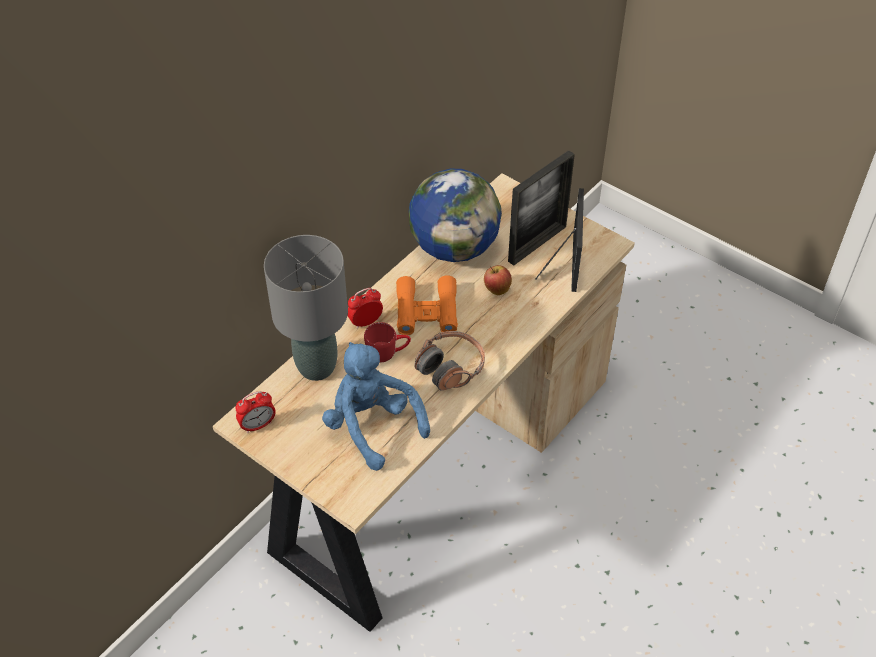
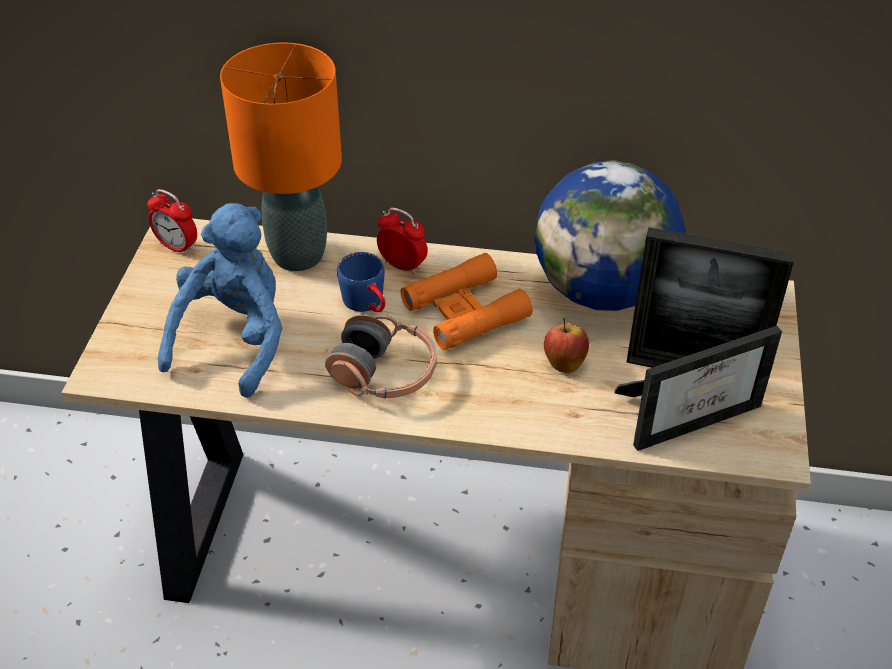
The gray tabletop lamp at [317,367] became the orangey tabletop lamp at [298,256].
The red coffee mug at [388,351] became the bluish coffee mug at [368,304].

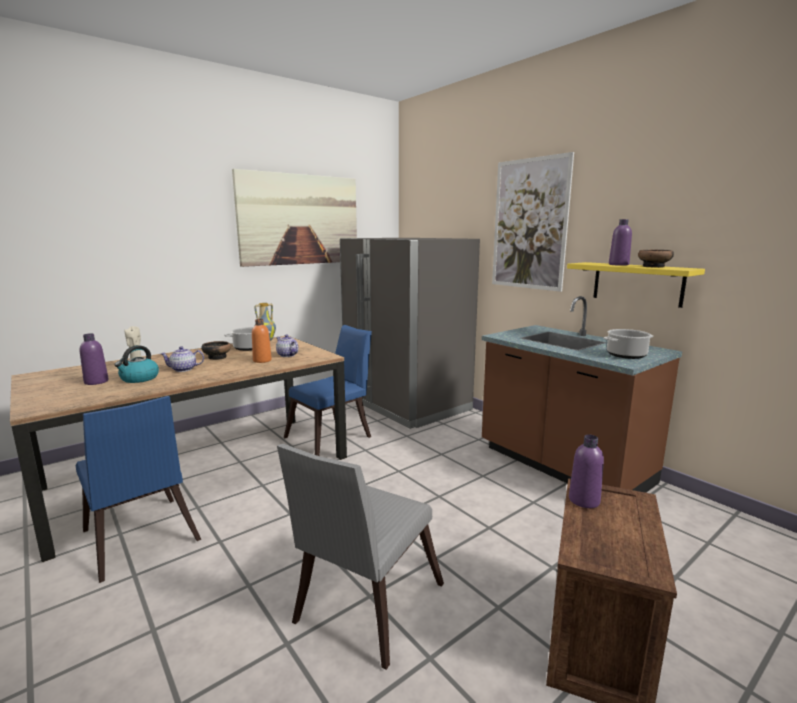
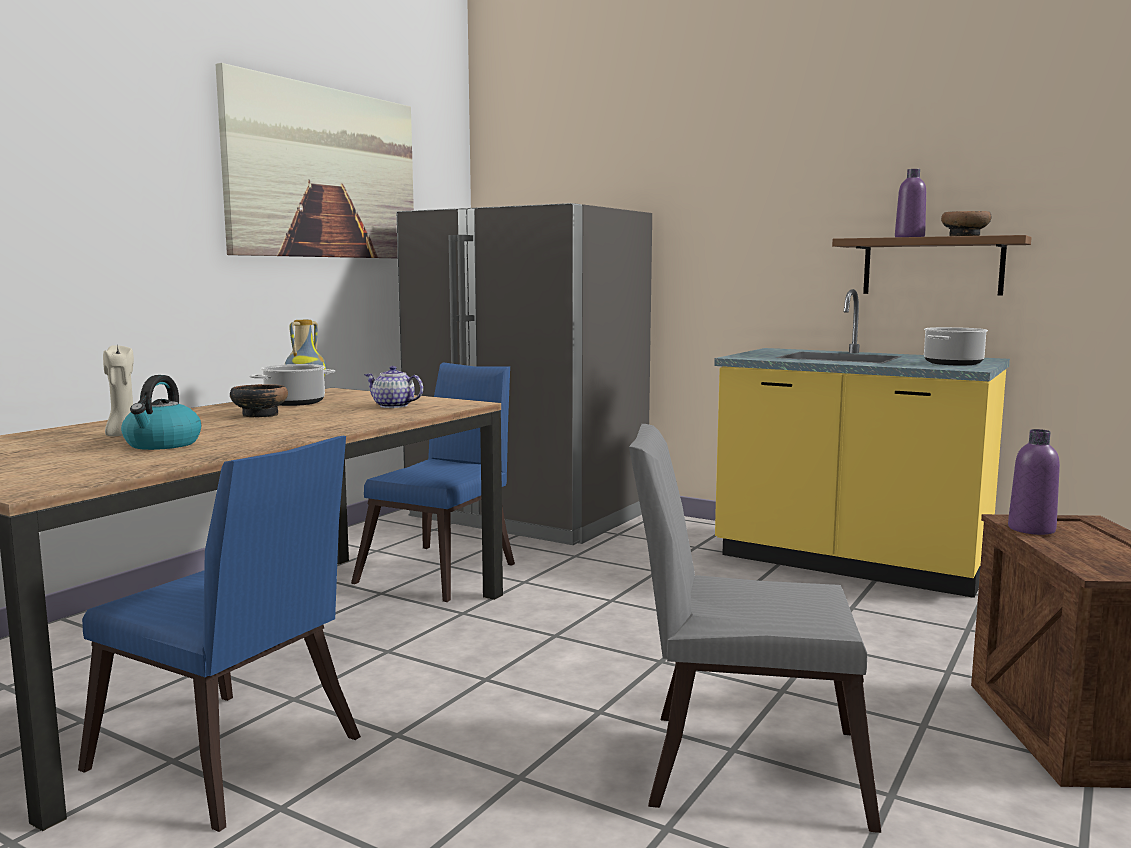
The purplish bottle at [96,382] disappeared.
The tea pot at [184,369] disappeared.
The orangey bottle at [262,360] disappeared.
The gray chair at [363,608] turned 90 degrees clockwise.
The brown counter at [563,466] became the yellow-coloured counter at [850,563].
The wall art at [529,224] disappeared.
The yellow-coloured wall shelf at [637,283] became the brown wall shelf at [932,266].

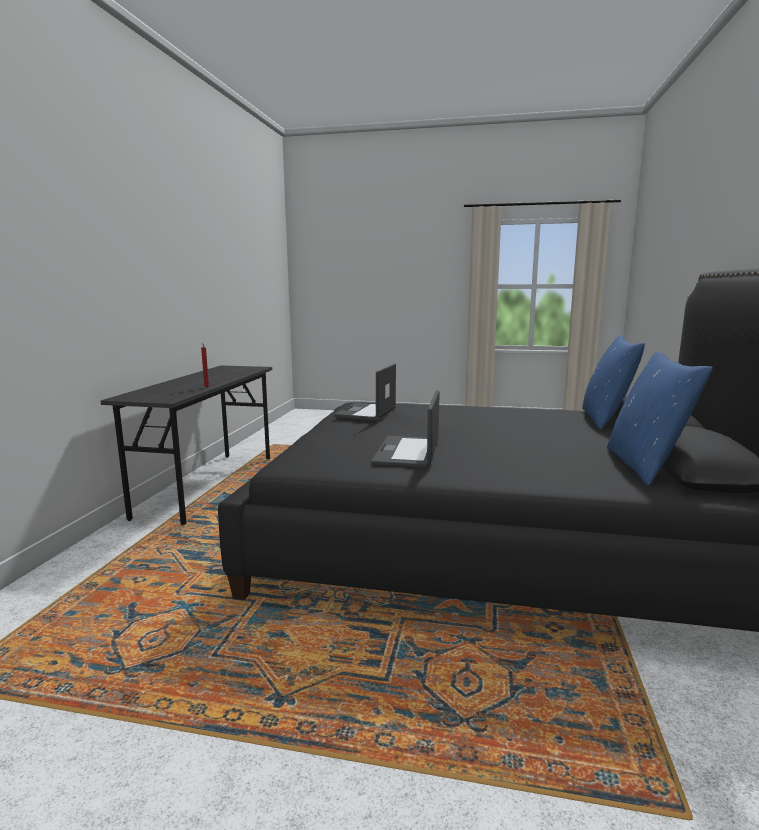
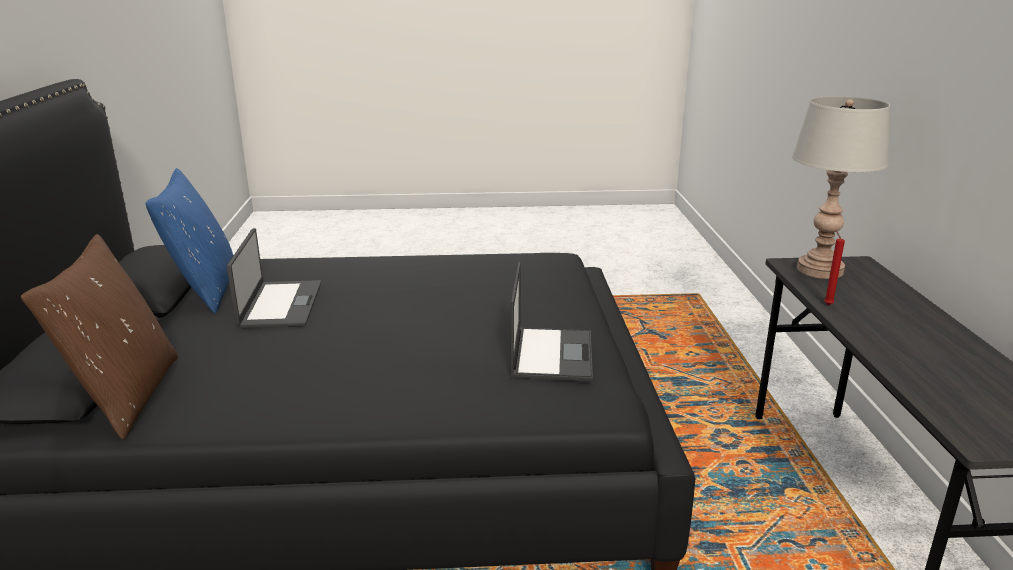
The portable computer moved from [408,452] to [279,305].
The bluish pillow at [606,419] became the brown pillow at [126,396].
The gray tabletop lamp at [819,270] appeared.

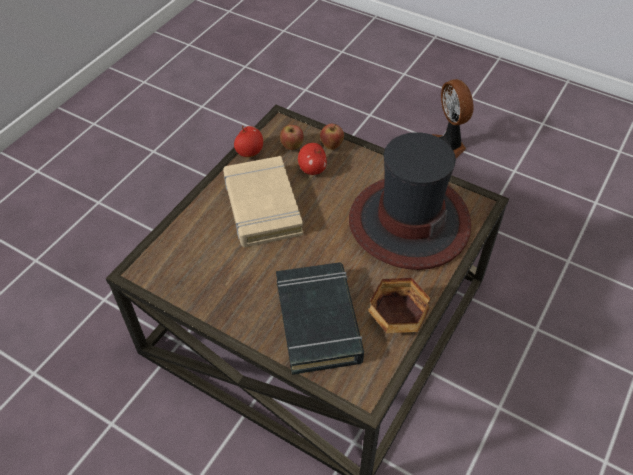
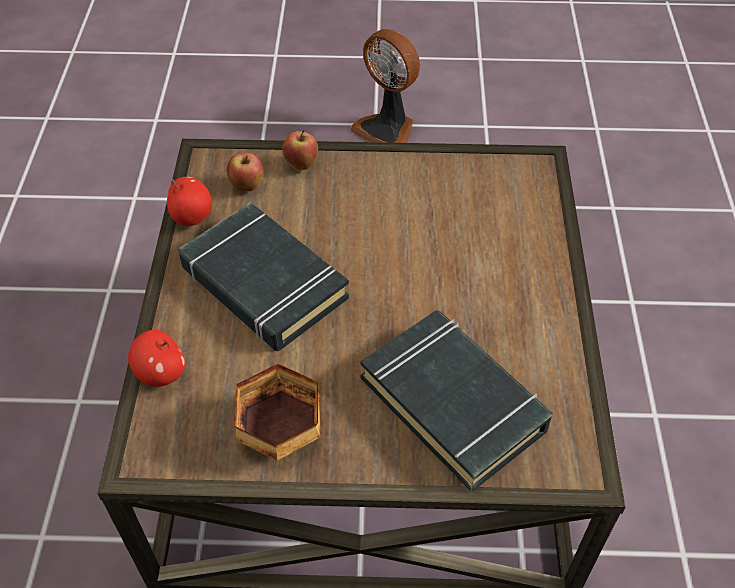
The sand-coloured book at [262,206] became the black-coloured book at [263,284].
The apple fruit moved from [312,169] to [161,373].
The clothing hat at [408,222] disappeared.
The deep dish moved from [397,321] to [282,434].

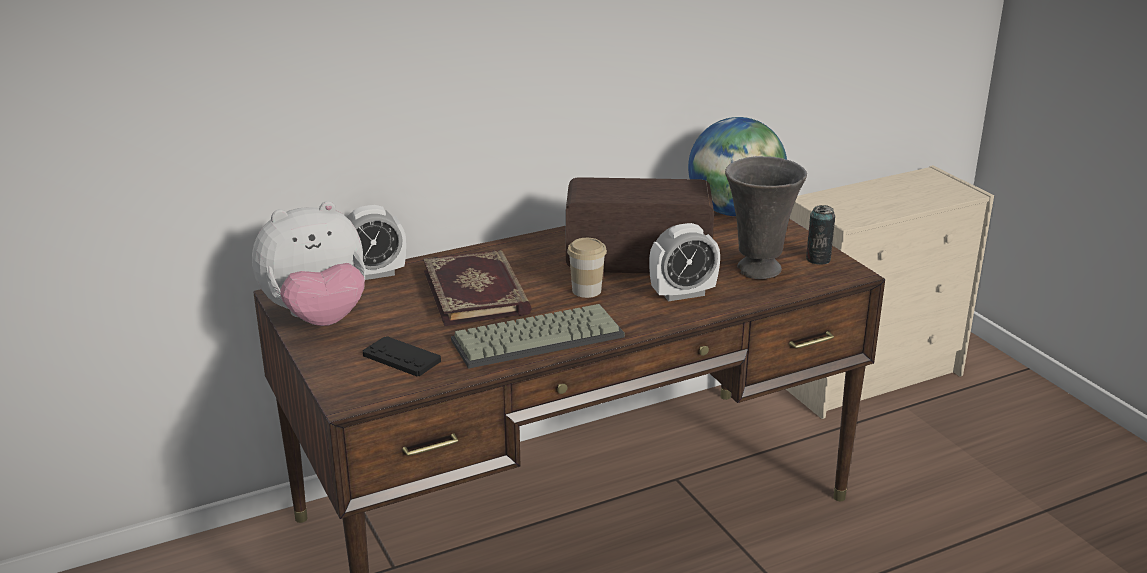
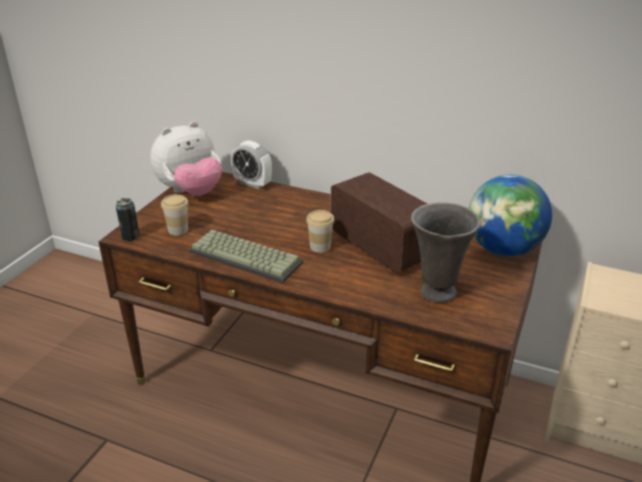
The soft toy at [318,318] turned 60 degrees counterclockwise.
The black-coloured gamepad at [401,358] was replaced by the drinking cup at [178,230].
The book at [478,292] disappeared.
The alarm clock at [682,294] disappeared.
The metal can moved from [818,259] to [130,236].

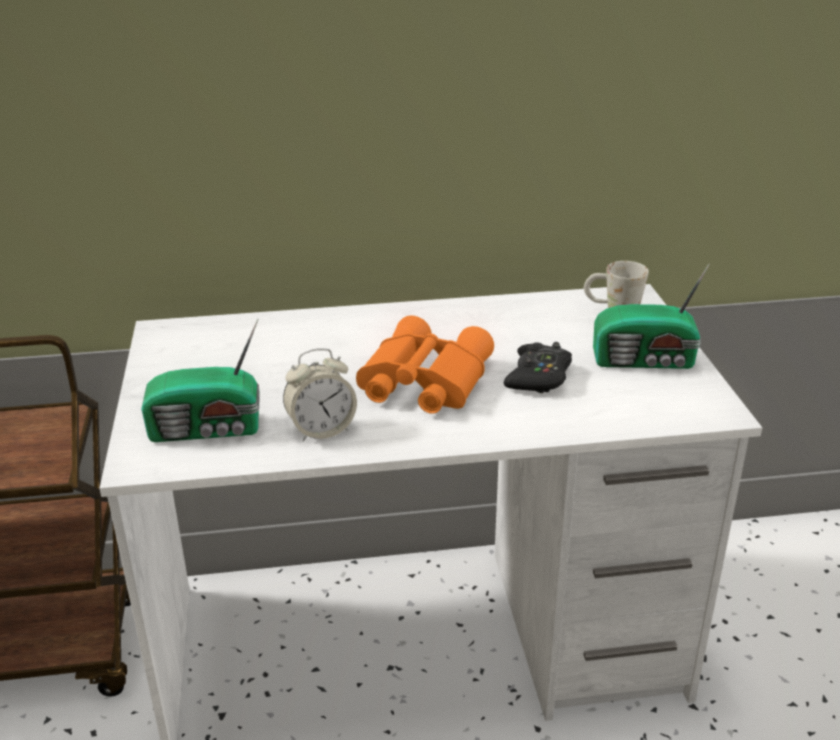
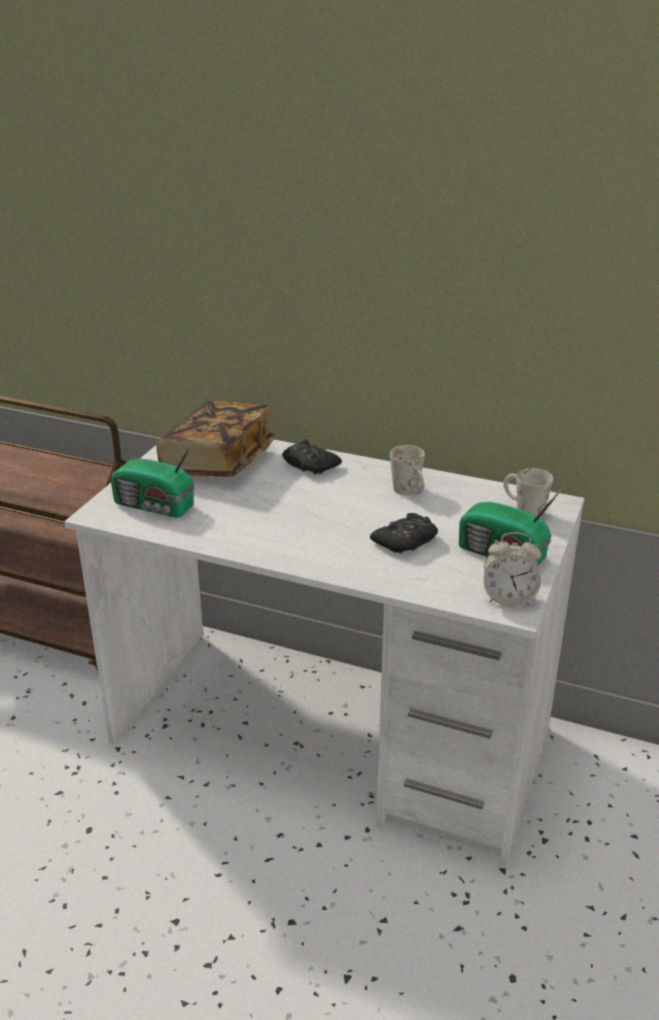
The alarm clock moved from [321,430] to [509,598].
The orangey pair of binoculars at [421,381] disappeared.
The book at [218,462] appeared.
The black-coloured gamepad at [309,464] appeared.
The white coffee mug at [410,493] appeared.

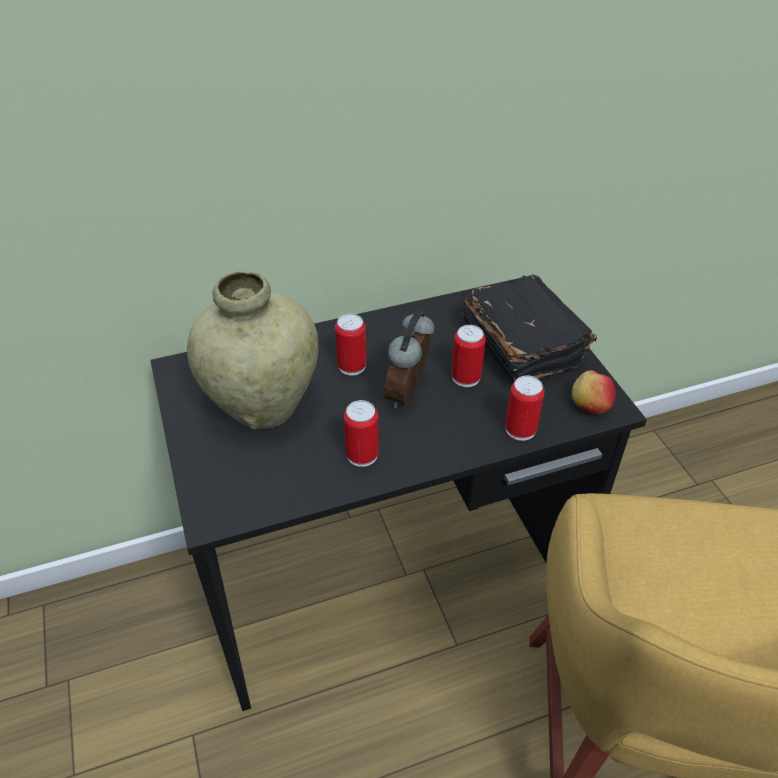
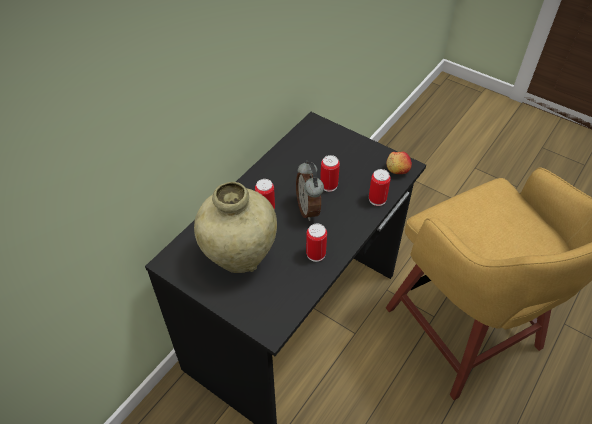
The black-coloured book at [522,344] disappeared.

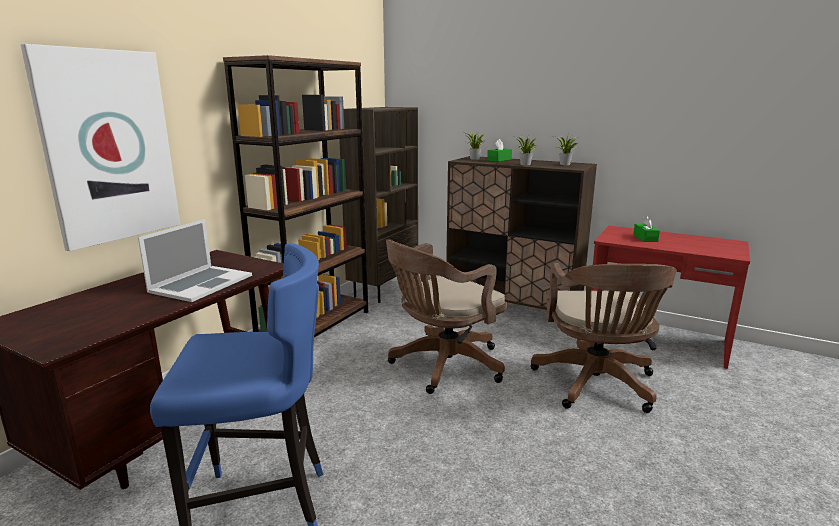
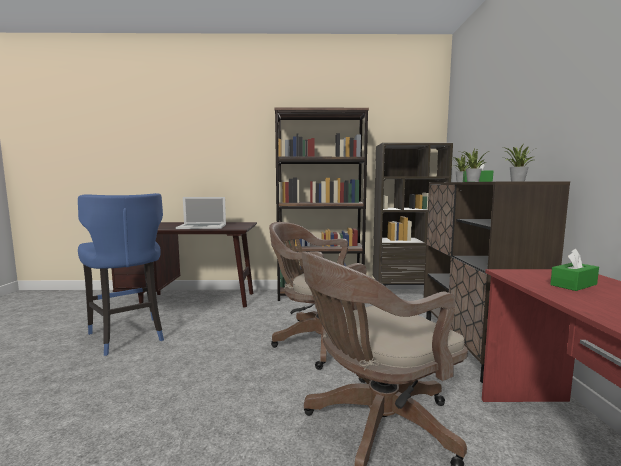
The wall art at [108,147] disappeared.

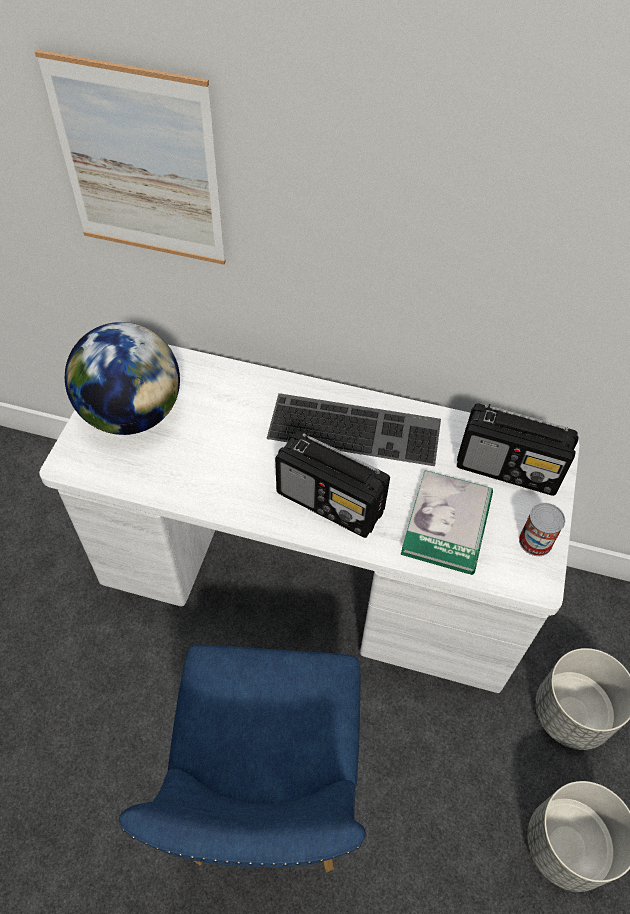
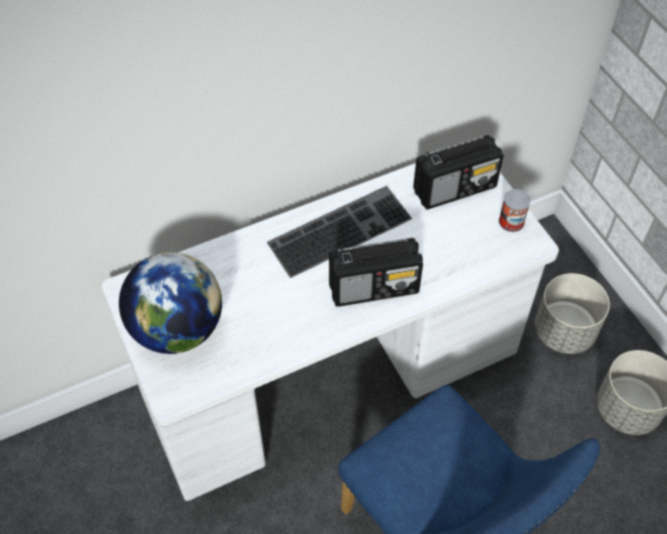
The wall art at [139,165] disappeared.
The book at [447,524] disappeared.

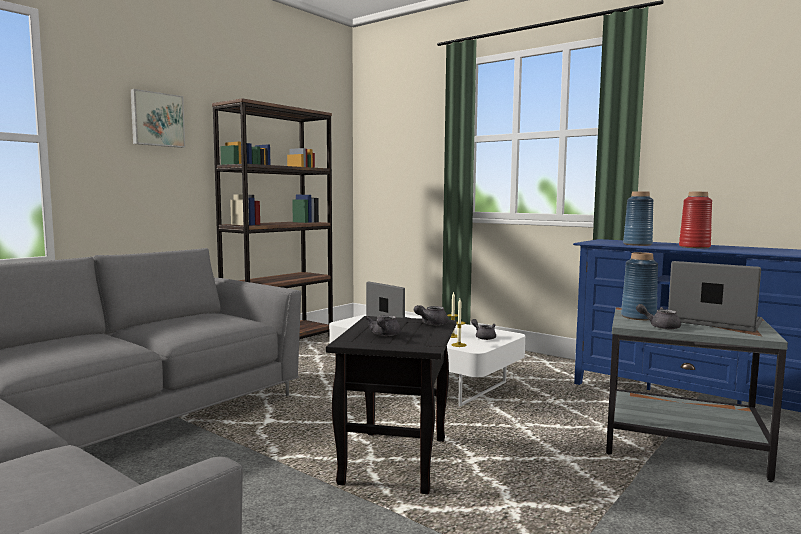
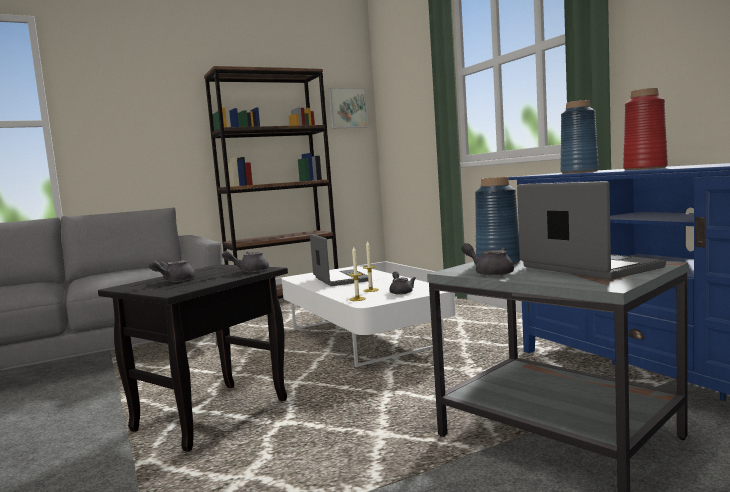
The wall art moved from [157,119] to [347,108].

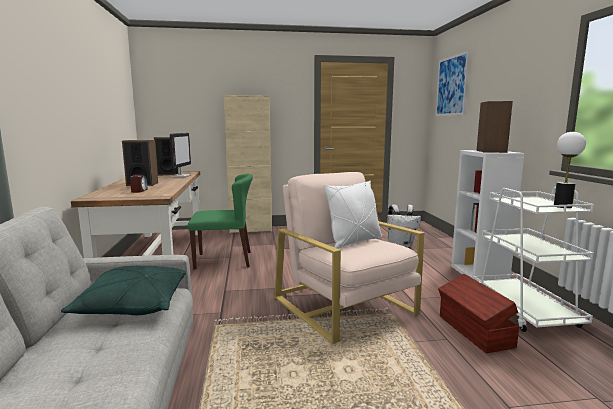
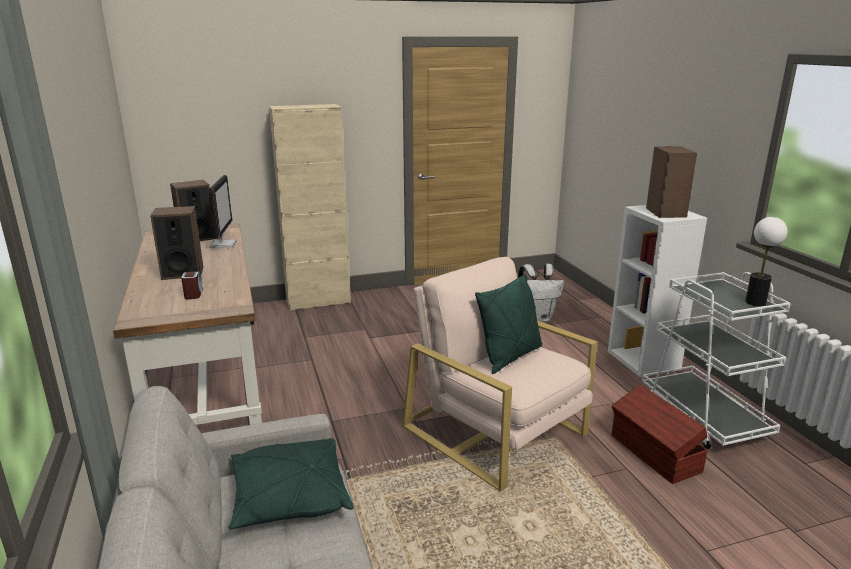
The green-coloured chair at [224,260] disappeared.
The white pillow at [354,242] became the green-coloured pillow at [510,356].
The wall art at [451,86] disappeared.

